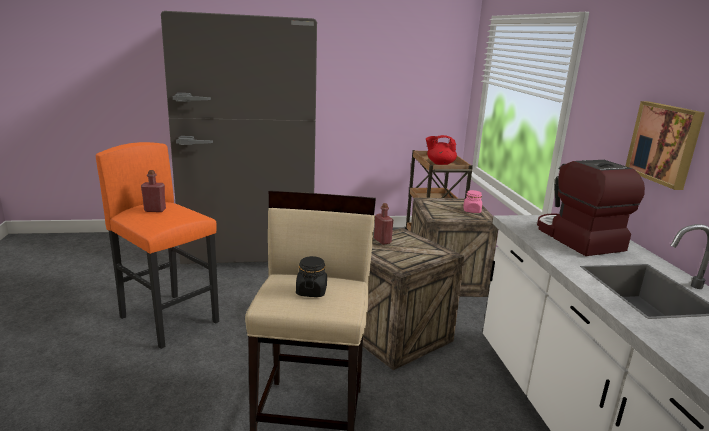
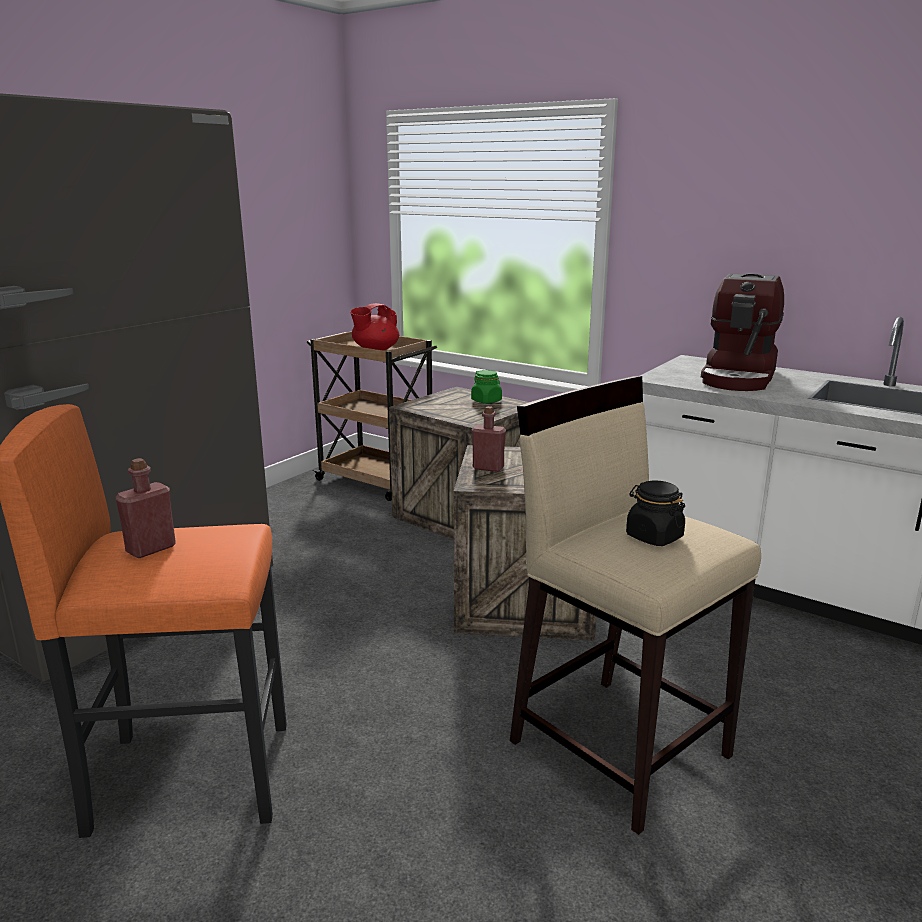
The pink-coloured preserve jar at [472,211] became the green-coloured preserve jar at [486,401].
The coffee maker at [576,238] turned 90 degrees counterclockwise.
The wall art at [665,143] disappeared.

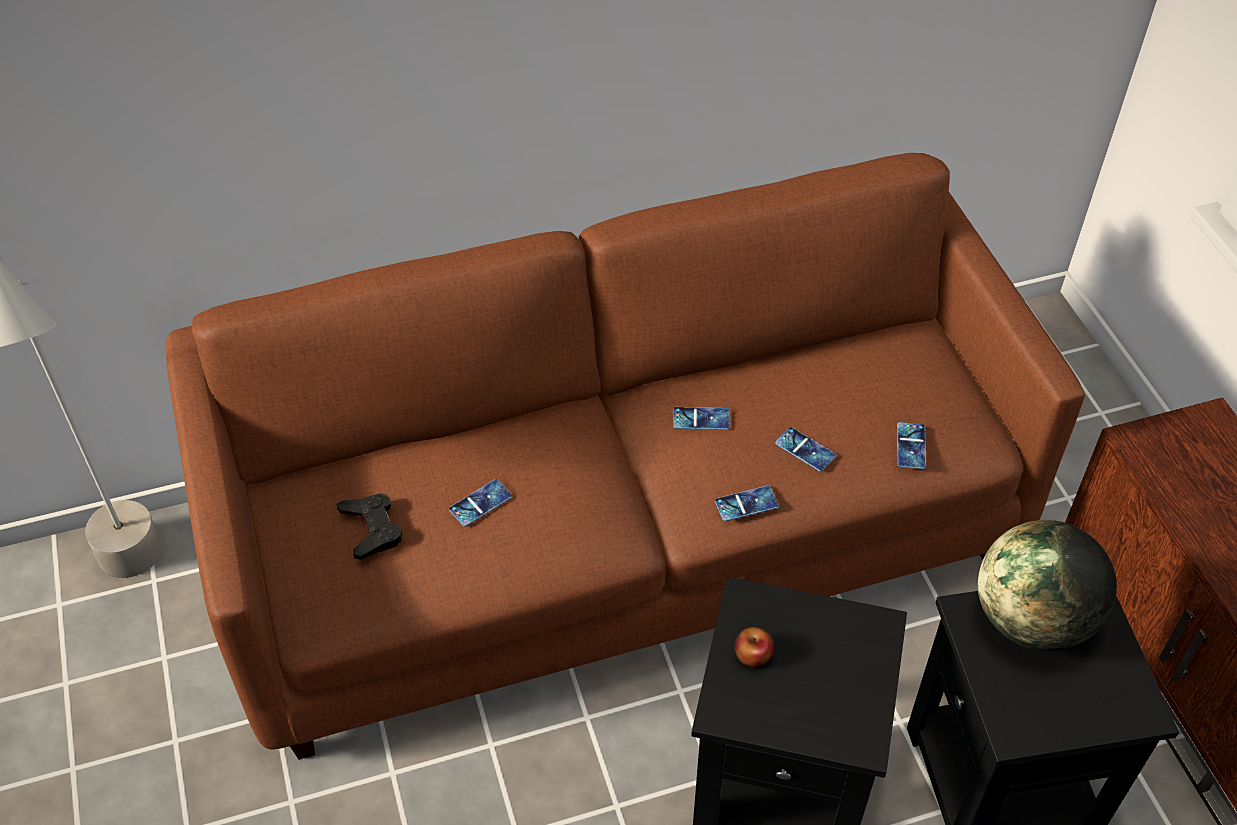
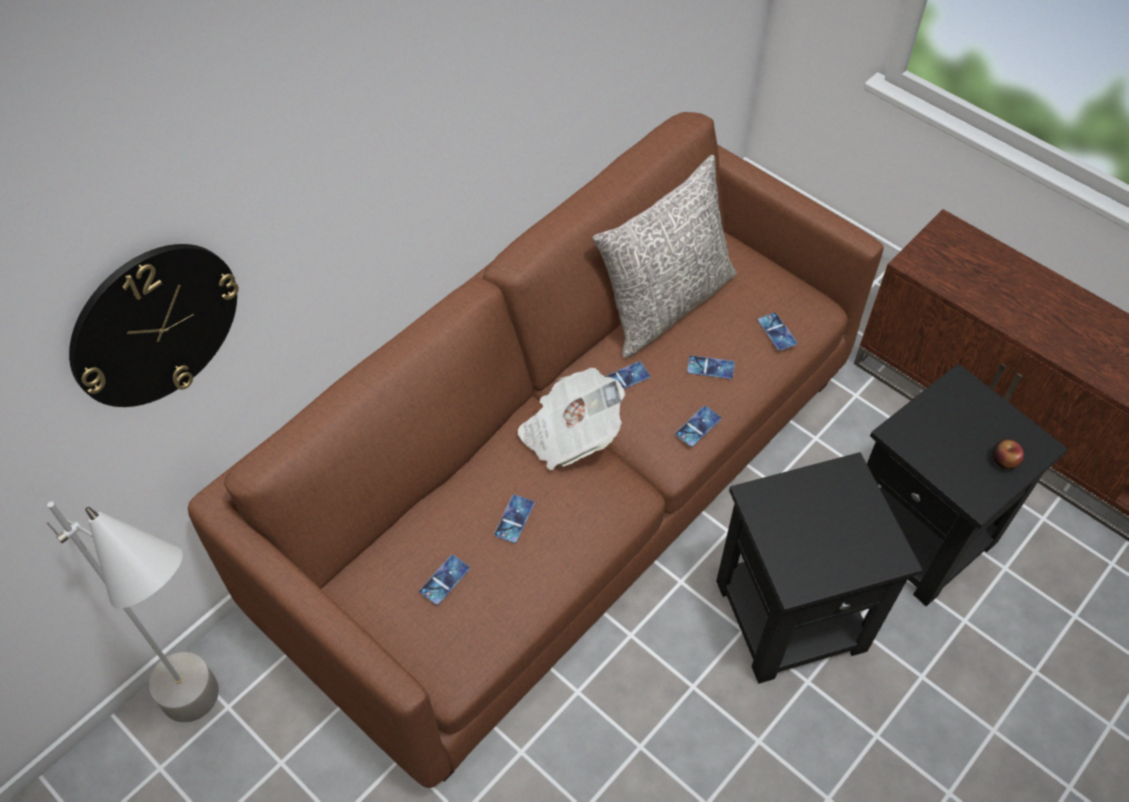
The black-coloured gamepad at [372,529] was replaced by the handset at [445,580].
The apple fruit moved from [753,654] to [1004,460].
The desk globe at [1031,620] disappeared.
The wall clock at [154,325] appeared.
The printed paper at [570,433] appeared.
The gray pillow at [665,303] appeared.

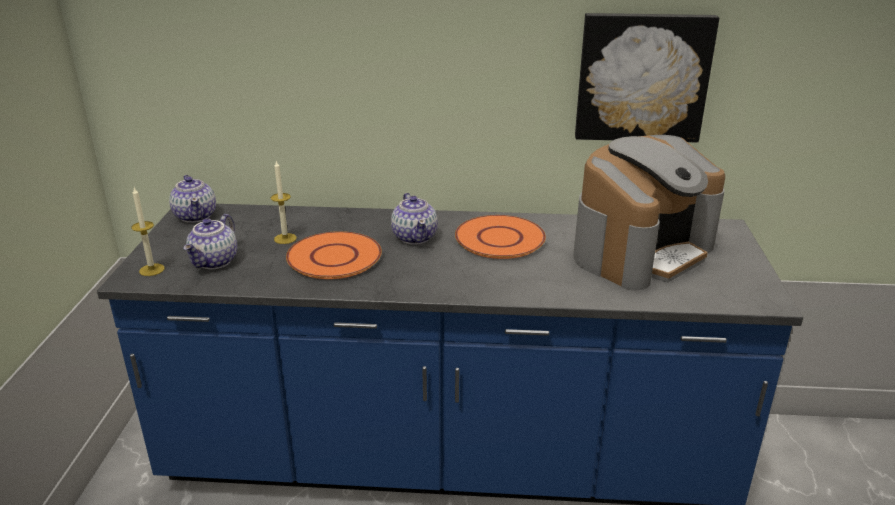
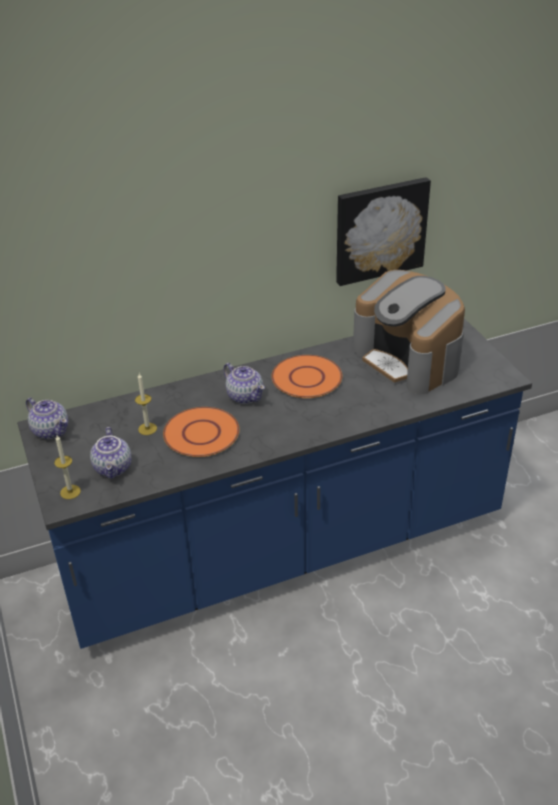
The coffee maker at [641,251] turned 120 degrees clockwise.

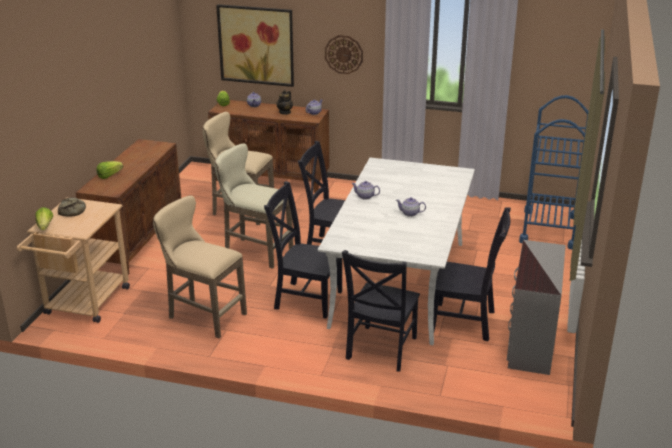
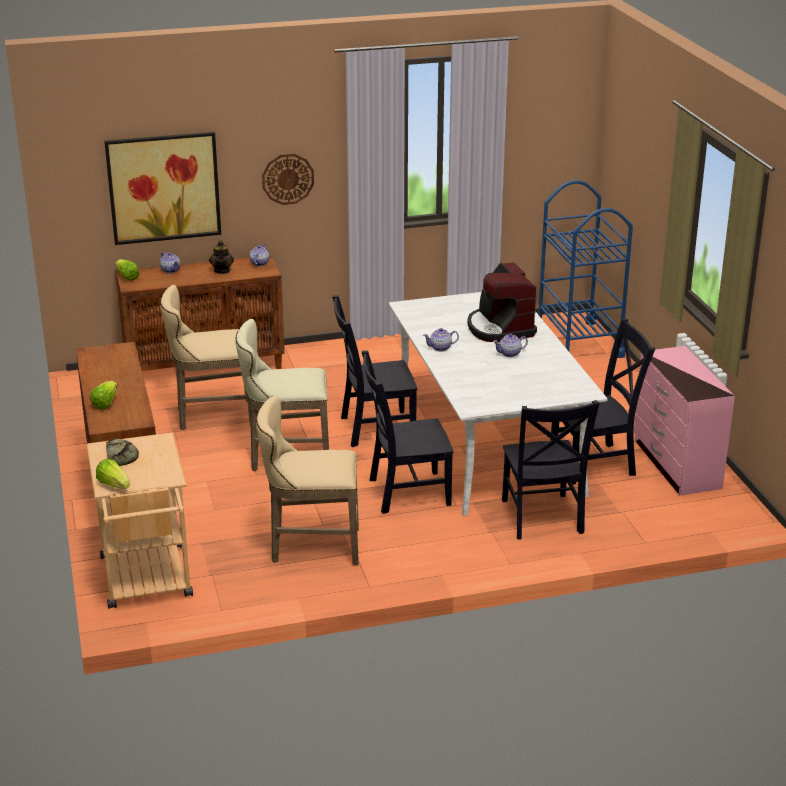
The gray dresser at [530,343] became the pink-coloured dresser at [675,464].
The coffee maker at [500,328] appeared.

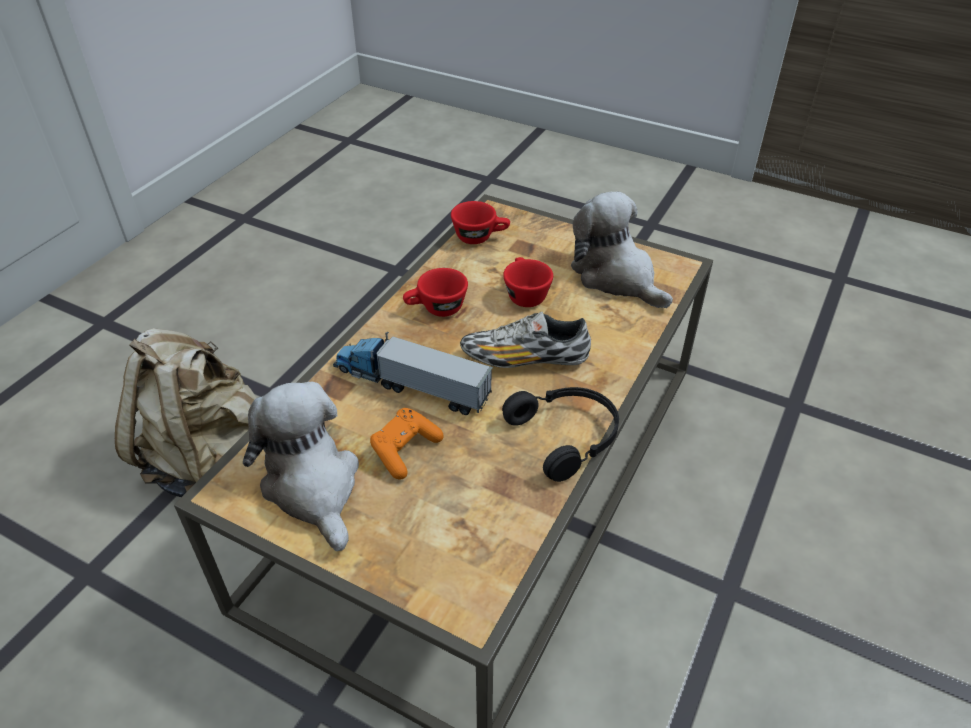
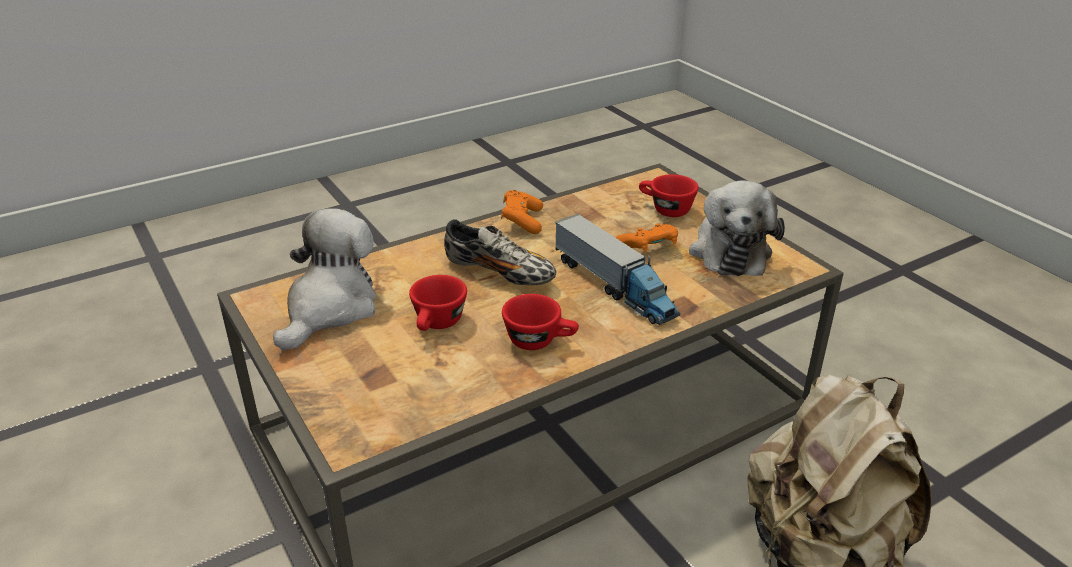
The red drinking cup moved from [480,237] to [665,209].
The black-coloured pair of headphones at [567,436] was replaced by the orangey gamepad at [522,221].
The soft toy at [616,277] turned 150 degrees counterclockwise.

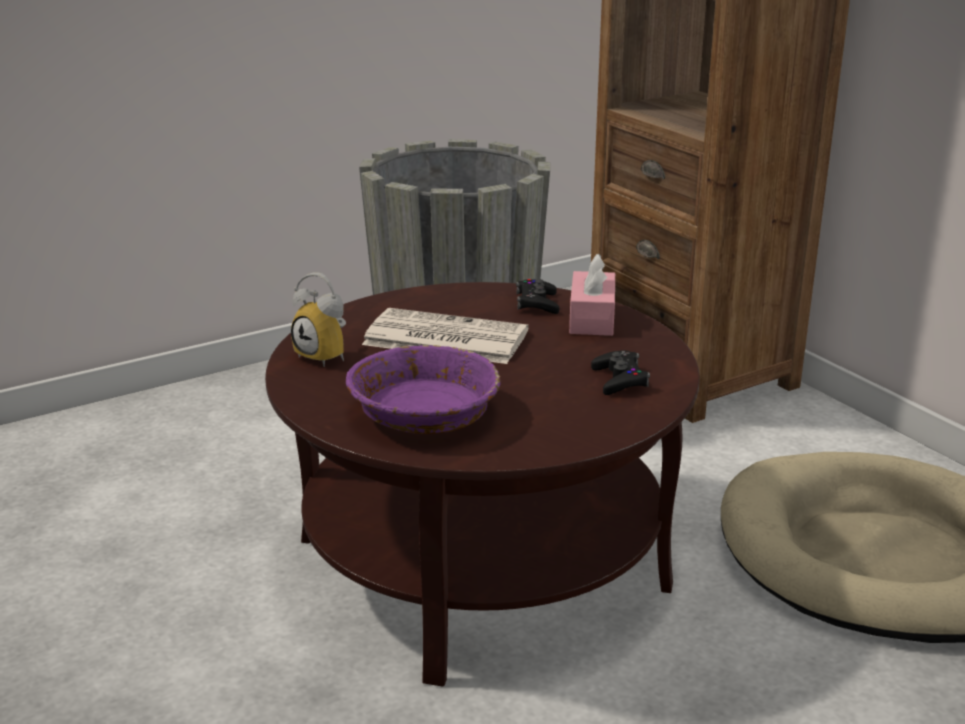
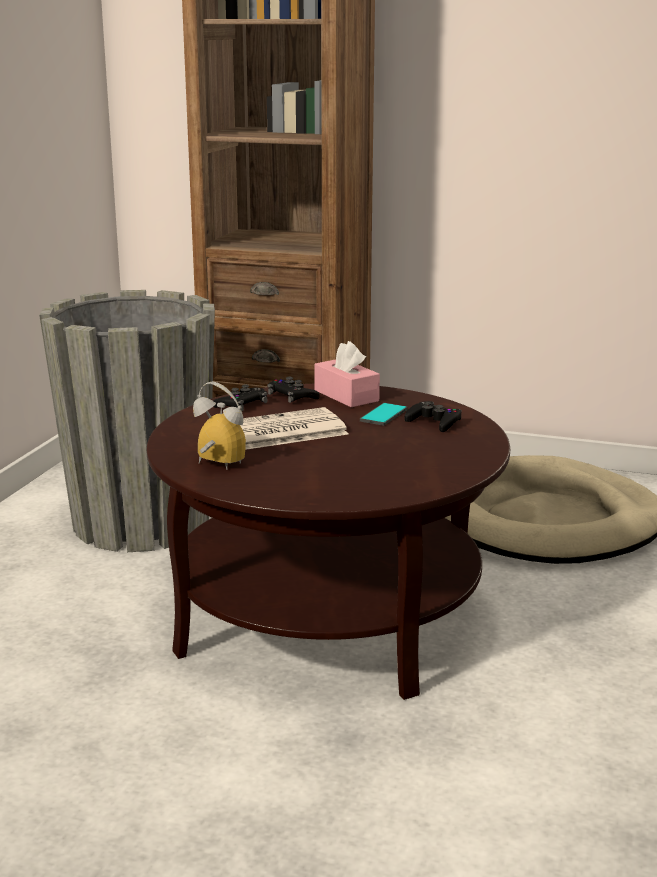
The alarm clock at [327,356] turned 150 degrees counterclockwise.
The purplish deep dish at [425,414] disappeared.
The black-coloured gamepad at [241,405] appeared.
The handset at [384,415] appeared.

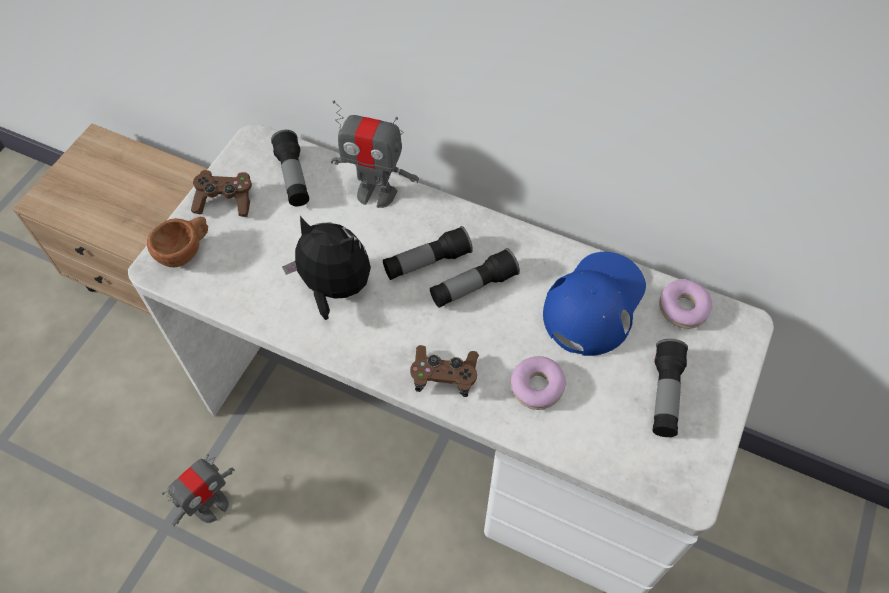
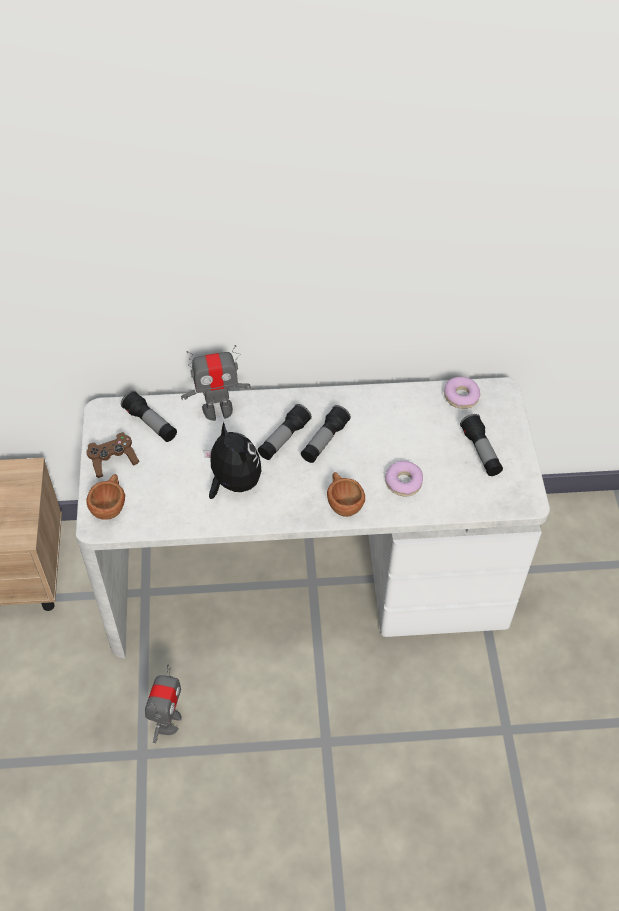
The soft toy at [334,288] turned 60 degrees clockwise.
The brown gamepad at [444,376] was replaced by the brown drinking cup at [343,502].
The bluish peaked cap at [594,304] disappeared.

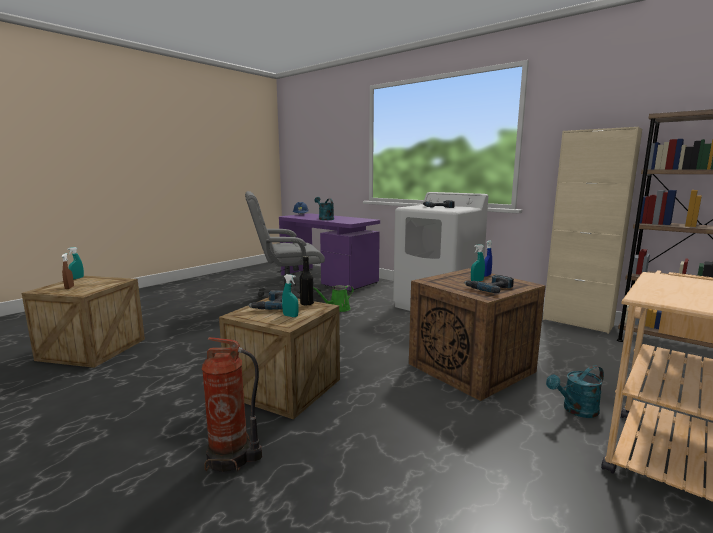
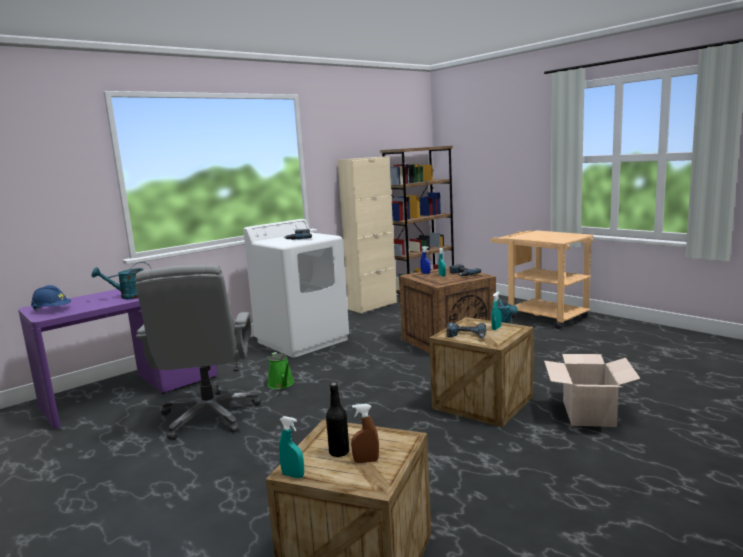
The fire extinguisher at [232,458] was replaced by the cardboard box at [589,413].
The black-coloured bottle moved from [307,304] to [339,452].

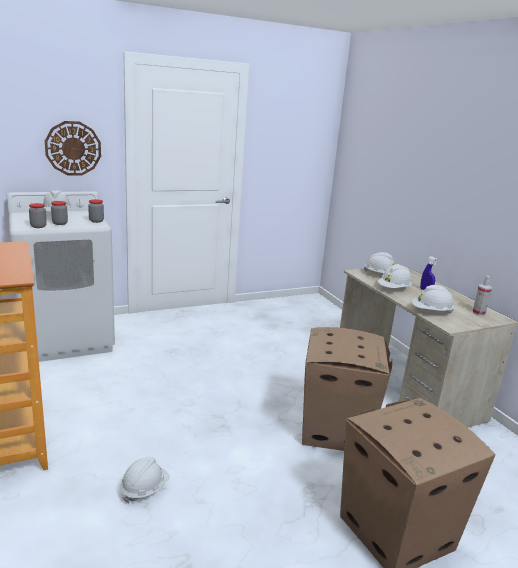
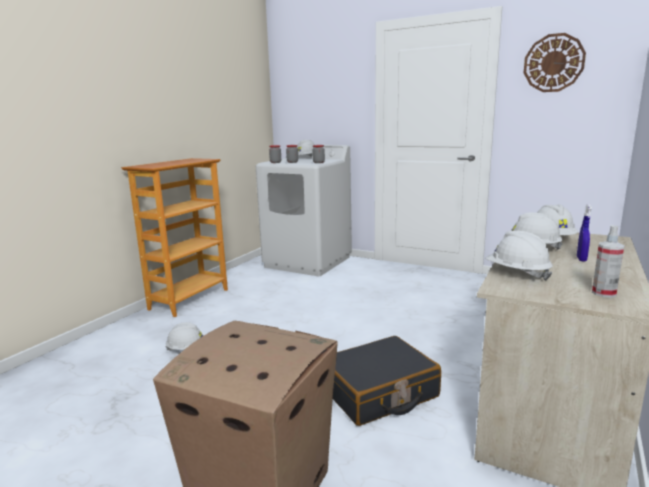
The wall clock moved from [73,148] to [553,63].
The cardboard box at [335,429] was replaced by the black-coloured piece of luggage at [379,392].

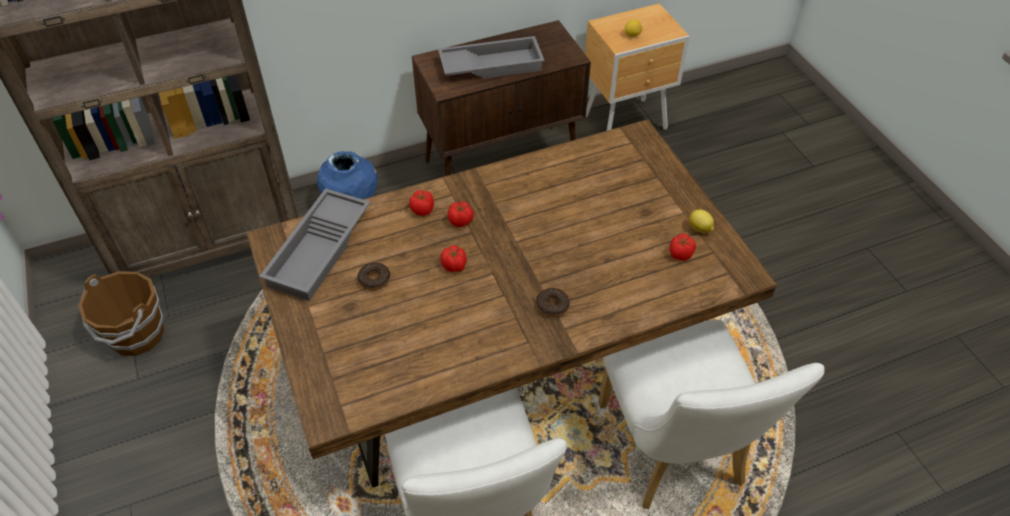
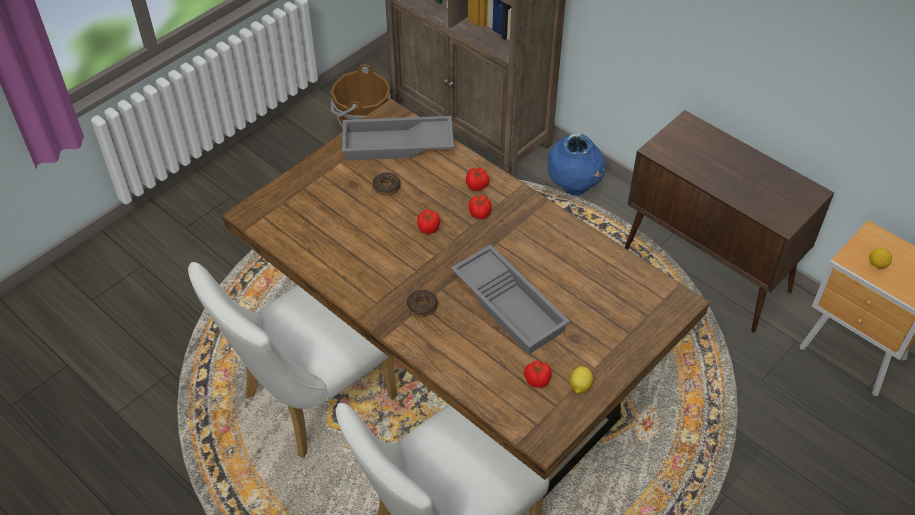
The gray tray moved from [491,64] to [510,304].

